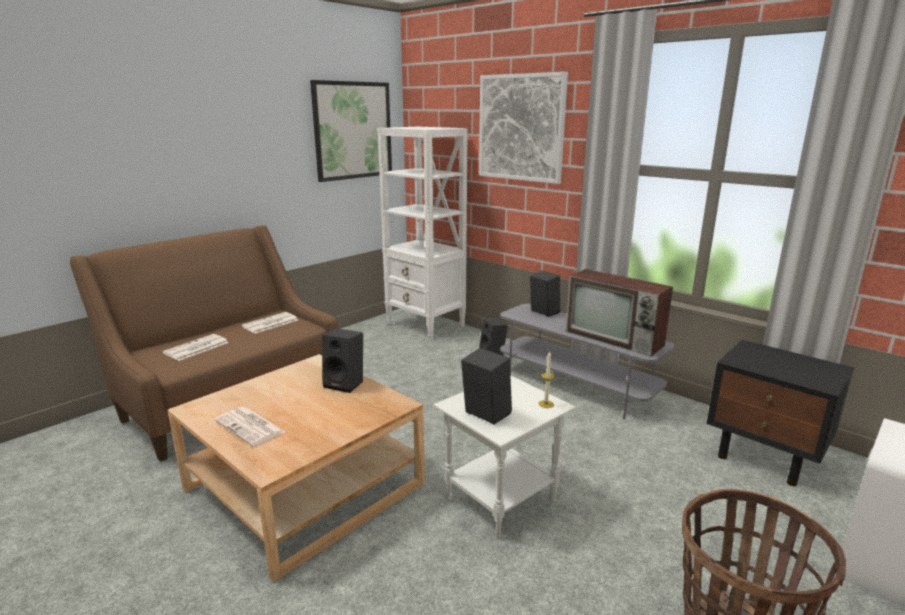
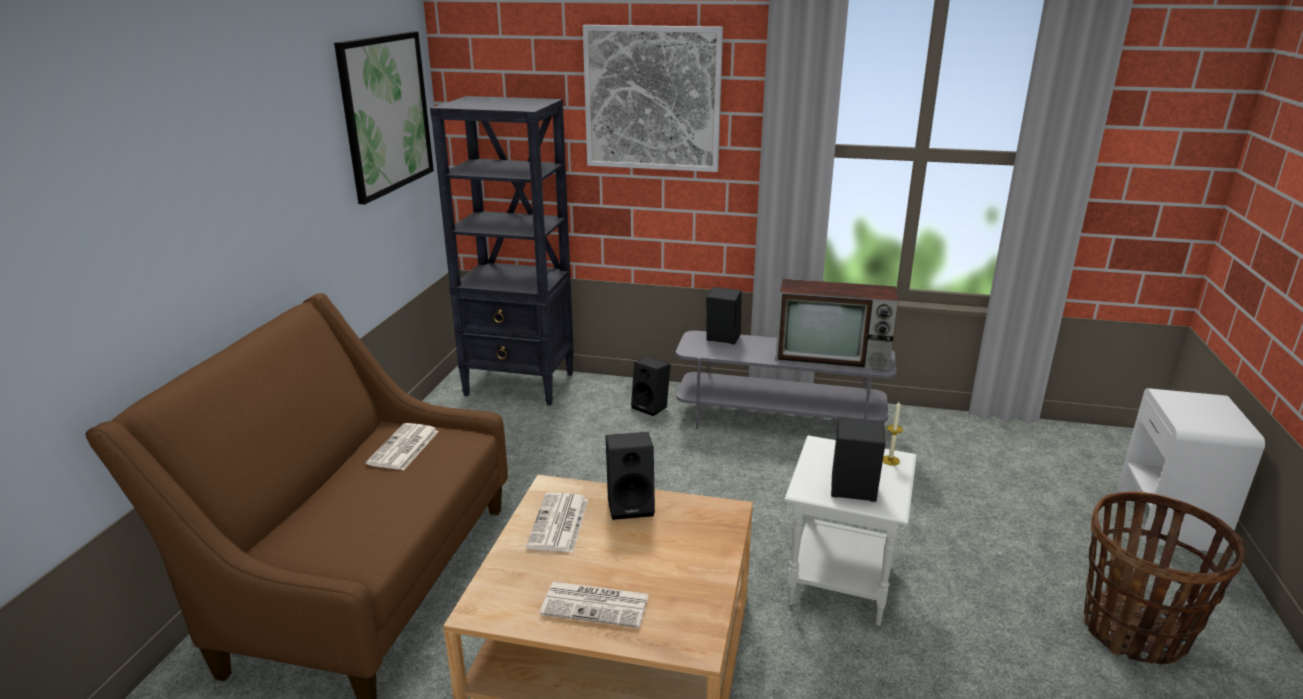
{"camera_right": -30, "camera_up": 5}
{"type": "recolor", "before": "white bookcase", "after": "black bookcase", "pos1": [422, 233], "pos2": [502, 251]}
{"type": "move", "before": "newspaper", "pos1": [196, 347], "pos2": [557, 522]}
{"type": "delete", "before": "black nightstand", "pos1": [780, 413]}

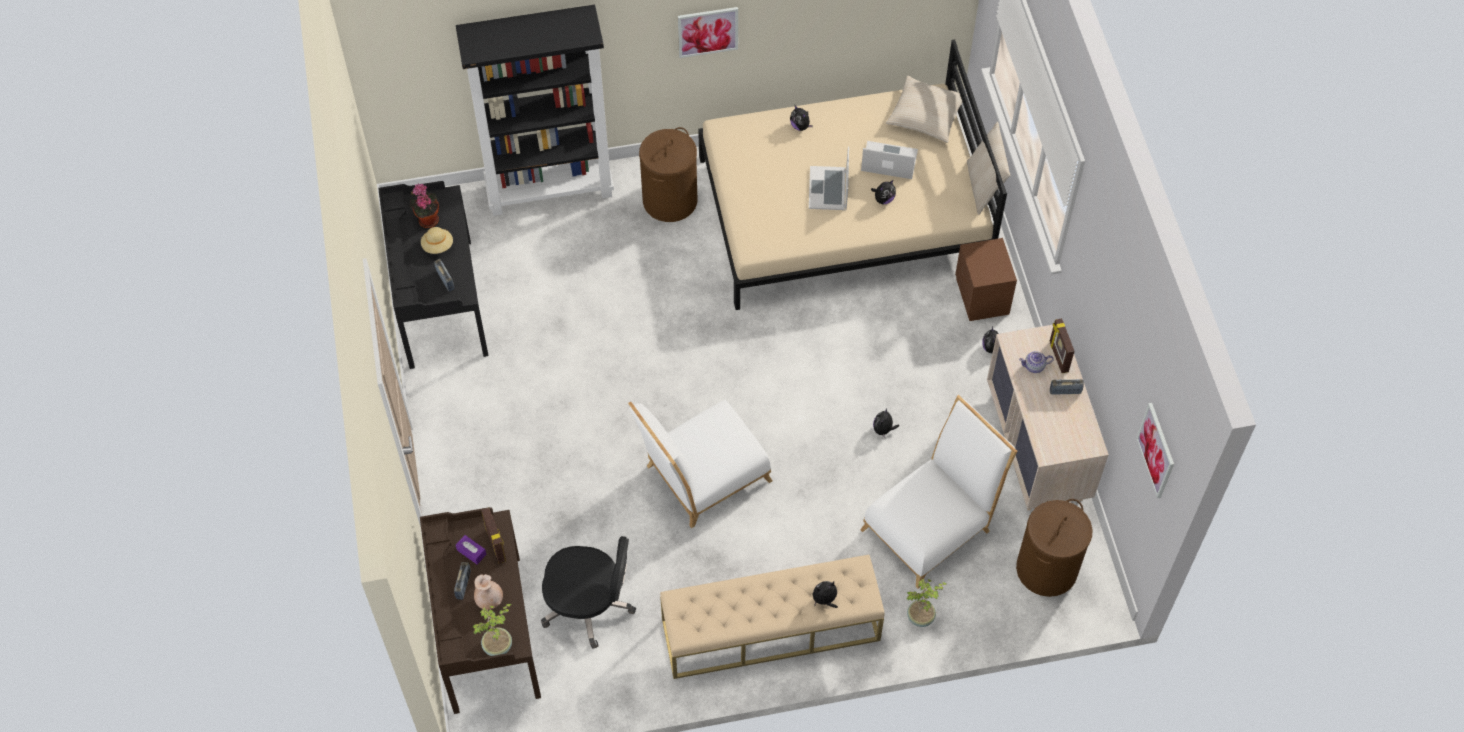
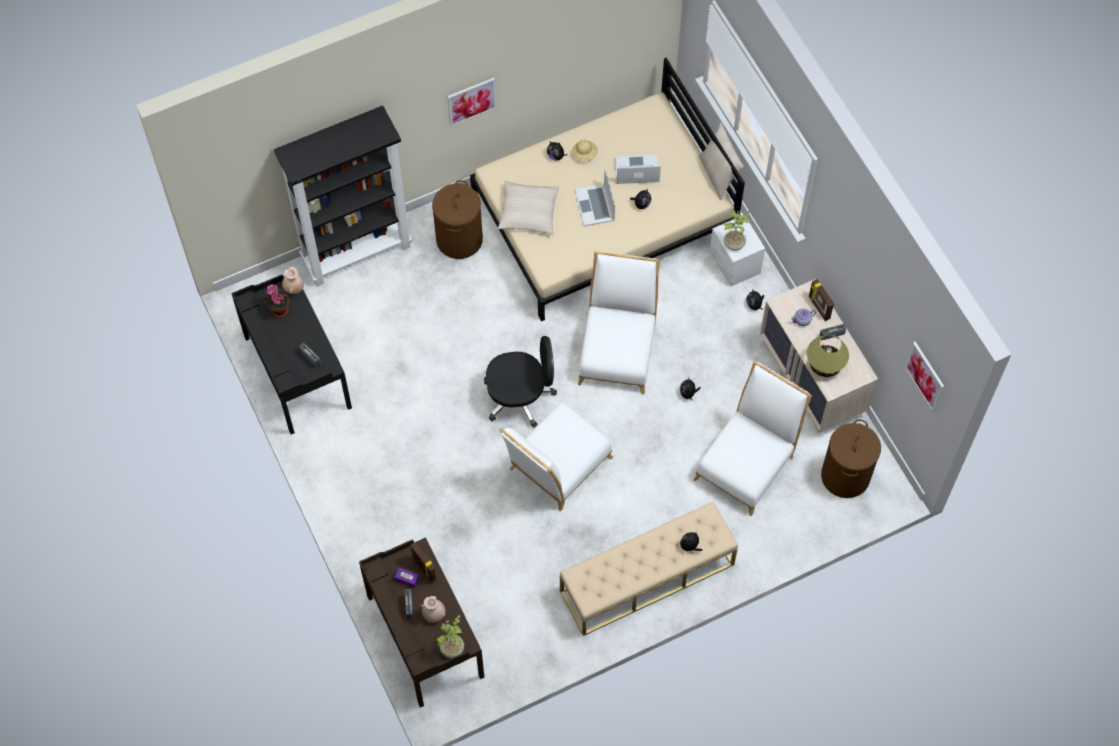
{"camera_right": -15, "camera_up": 5}
{"type": "move", "before": "beige pillow", "pos1": [926, 109], "pos2": [528, 208]}
{"type": "move", "before": "beige hat", "pos1": [437, 240], "pos2": [585, 151]}
{"type": "recolor", "before": "brown nightstand", "after": "white nightstand", "pos1": [986, 279], "pos2": [737, 251]}
{"type": "move", "before": "black office chair", "pos1": [588, 592], "pos2": [520, 382]}
{"type": "move", "before": "potted plant", "pos1": [927, 603], "pos2": [737, 230]}
{"type": "insert", "after": "white chair", "pos2": [619, 322]}
{"type": "insert", "after": "beige vase", "pos2": [293, 280]}
{"type": "insert", "after": "table lamp", "pos2": [828, 355]}

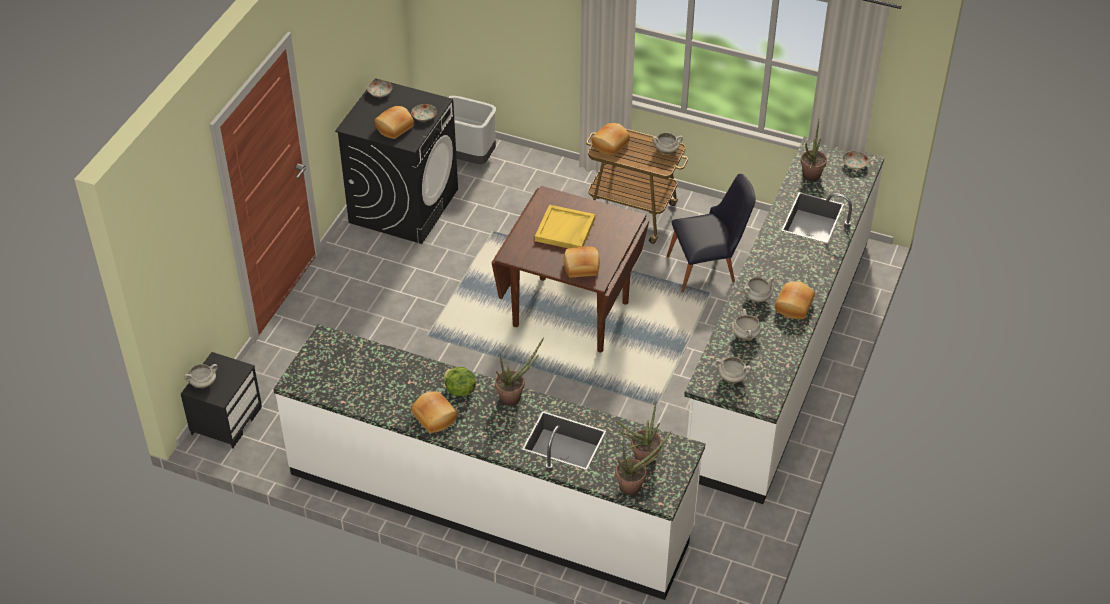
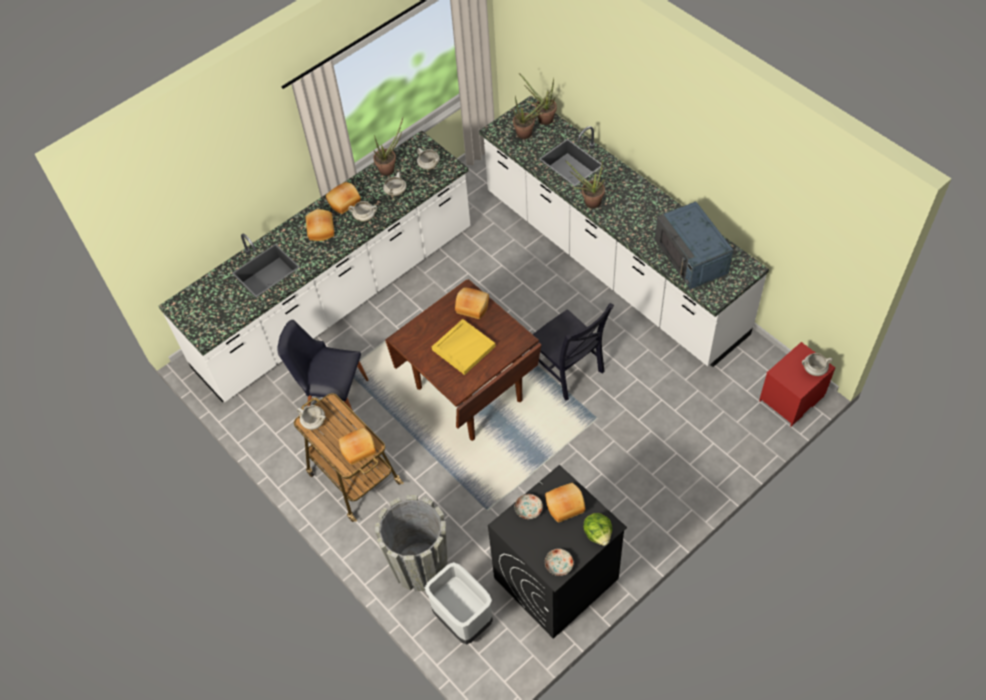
{"camera_right": -150, "camera_up": 10}
{"type": "move", "before": "potted plant", "pos1": [814, 150], "pos2": [388, 146]}
{"type": "delete", "before": "plate", "pos1": [856, 160]}
{"type": "recolor", "before": "black nightstand", "after": "red nightstand", "pos1": [221, 400], "pos2": [797, 384]}
{"type": "move", "before": "lettuce", "pos1": [460, 382], "pos2": [597, 529]}
{"type": "move", "before": "bread", "pos1": [434, 412], "pos2": [320, 225]}
{"type": "insert", "after": "blue microwave", "pos2": [694, 245]}
{"type": "insert", "after": "black chair", "pos2": [572, 351]}
{"type": "insert", "after": "grey planter", "pos2": [411, 543]}

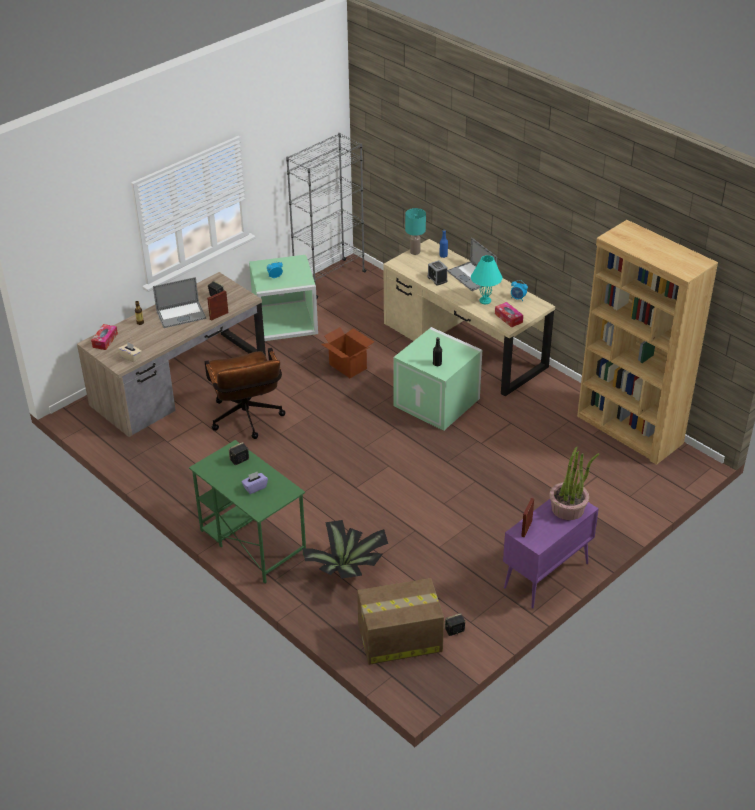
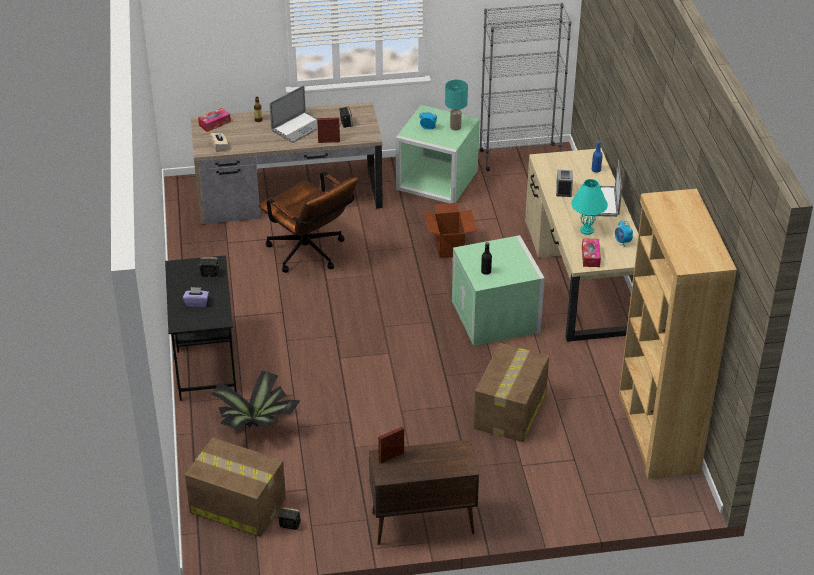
{"camera_right": 35, "camera_up": 0}
{"type": "move", "before": "turquoise table lamp", "pos1": [415, 231], "pos2": [456, 105]}
{"type": "rotate", "before": "laptop", "pos1": [179, 302], "pos2": [293, 114], "turn": -60}
{"type": "rotate", "before": "brown office chair", "pos1": [245, 393], "pos2": [308, 222], "turn": -60}
{"type": "recolor", "before": "green desk", "after": "black desk", "pos1": [247, 512], "pos2": [201, 328]}
{"type": "delete", "before": "potted plant", "pos1": [574, 483]}
{"type": "recolor", "before": "purple cabinet", "after": "brown cabinet", "pos1": [551, 554], "pos2": [424, 492]}
{"type": "insert", "after": "cardboard box", "pos2": [511, 392]}

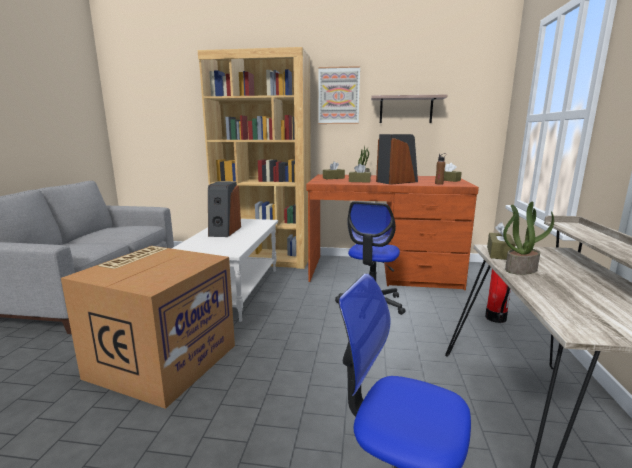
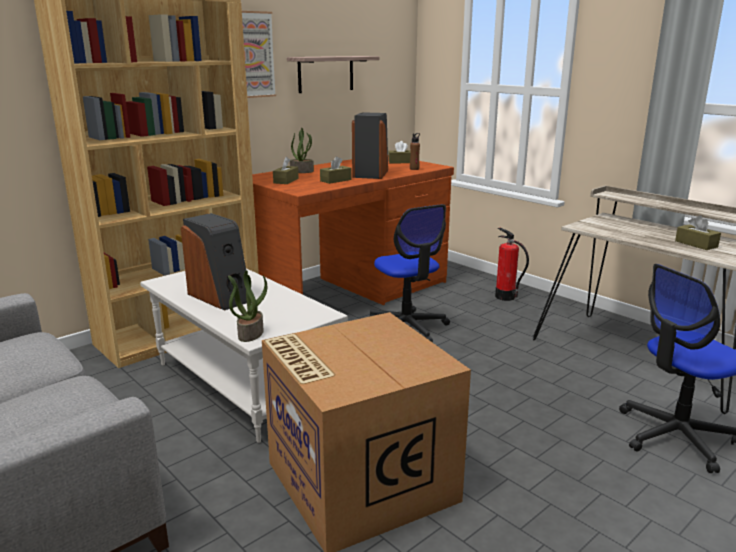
{"camera_right": -50, "camera_up": 5}
{"type": "move", "before": "potted plant", "pos1": [528, 238], "pos2": [247, 306]}
{"type": "move", "before": "brown tissue box", "pos1": [501, 241], "pos2": [698, 232]}

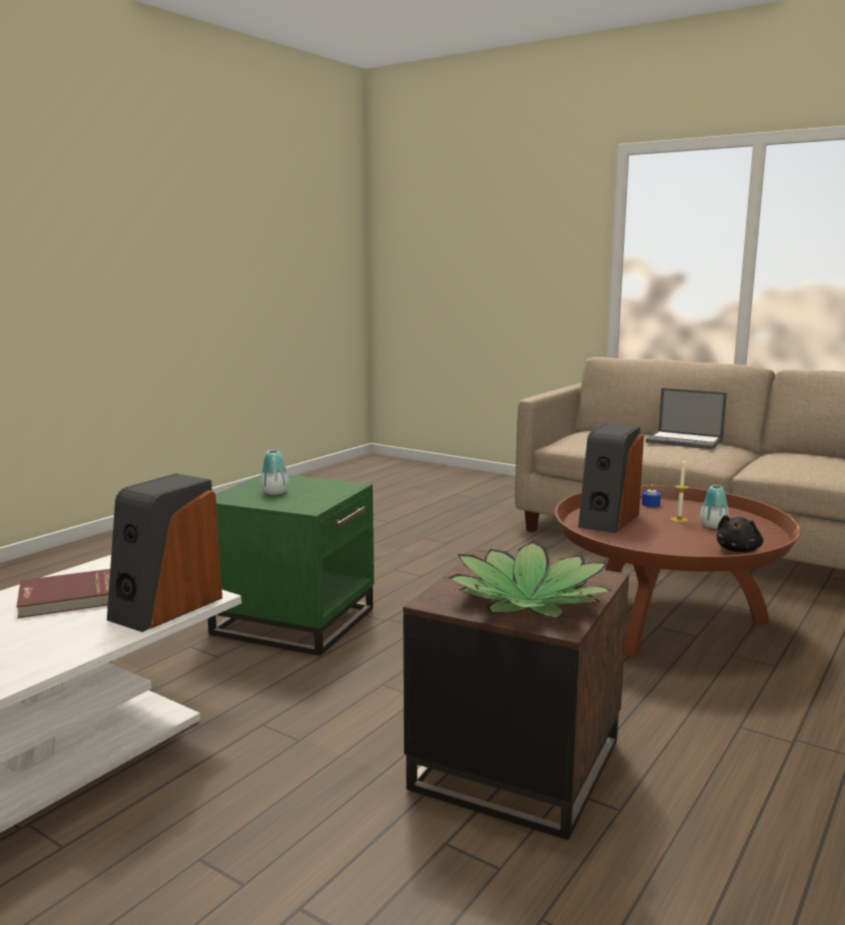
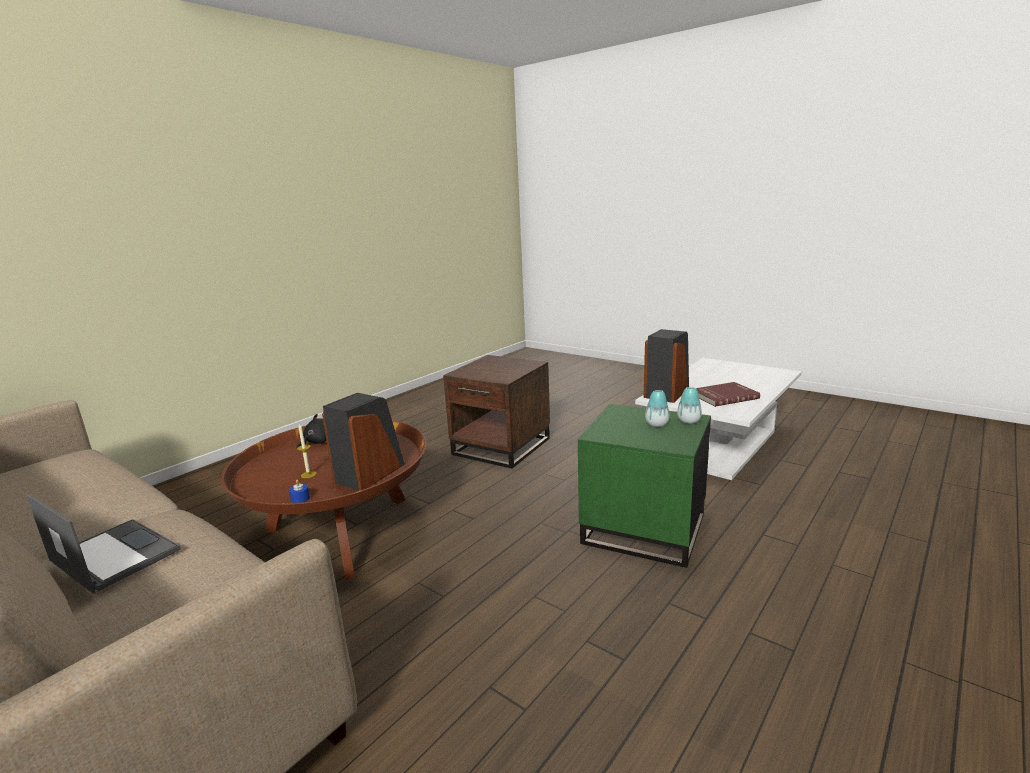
{"camera_right": -175, "camera_up": 5}
{"type": "move", "before": "vase", "pos1": [714, 507], "pos2": [689, 405]}
{"type": "delete", "before": "potted plant", "pos1": [529, 579]}

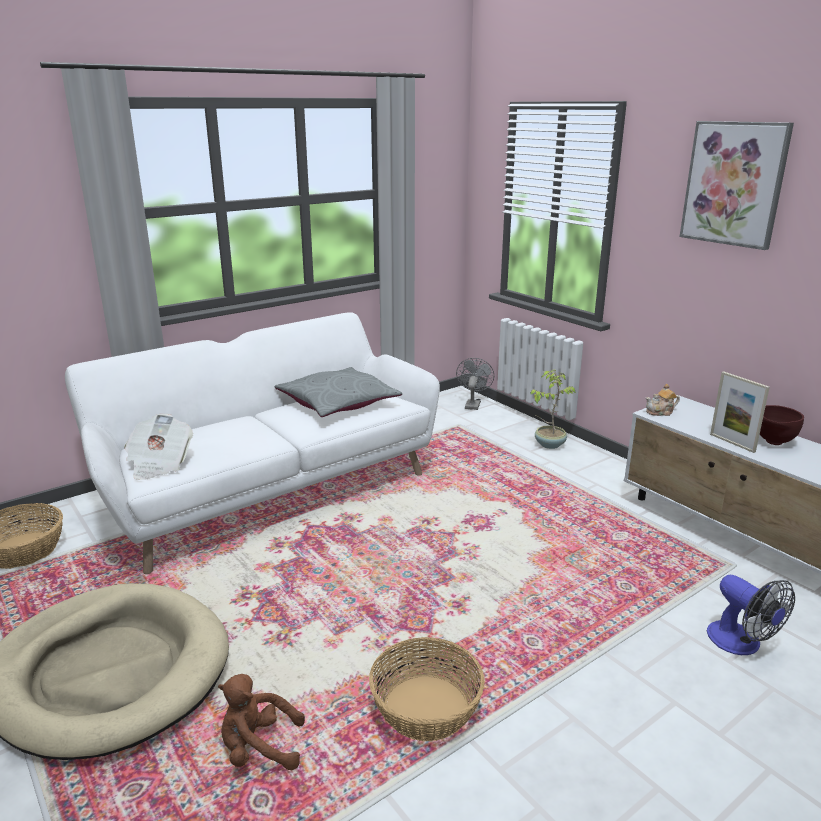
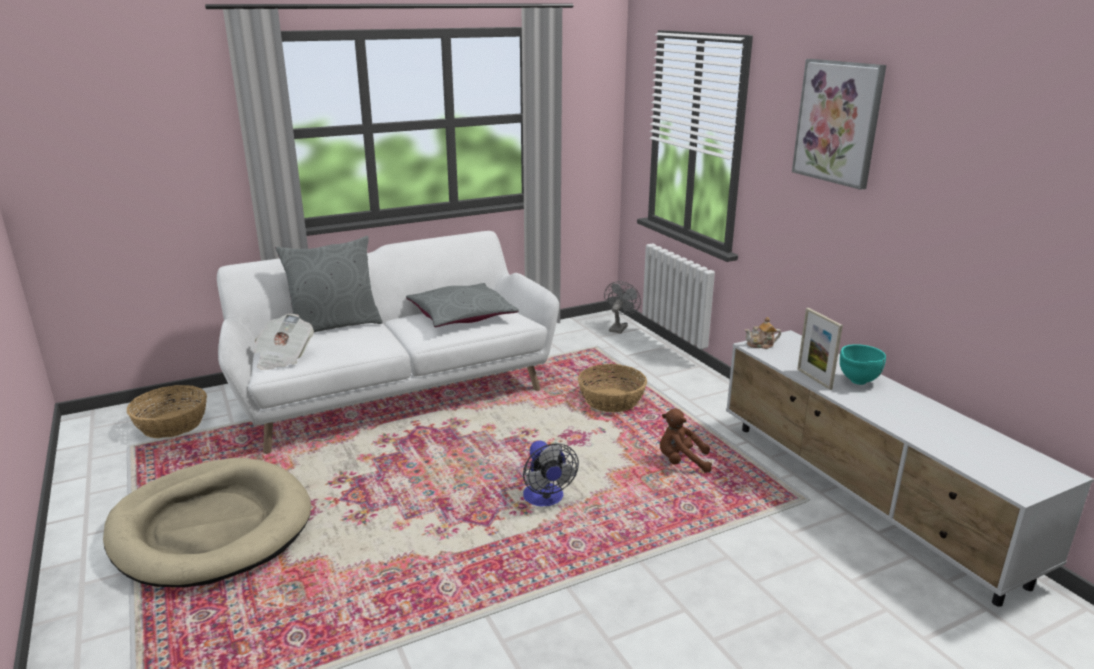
{"camera_right": 10, "camera_up": 0}
{"type": "delete", "before": "potted plant", "pos1": [553, 409]}
{"type": "recolor", "before": "brown bowl", "after": "turquoise bowl", "pos1": [782, 425], "pos2": [863, 364]}
{"type": "move", "before": "fan", "pos1": [751, 615], "pos2": [551, 473]}
{"type": "move", "before": "basket", "pos1": [427, 689], "pos2": [612, 388]}
{"type": "move", "before": "brown plush toy", "pos1": [261, 722], "pos2": [686, 440]}
{"type": "insert", "after": "grey pillow", "pos2": [328, 284]}

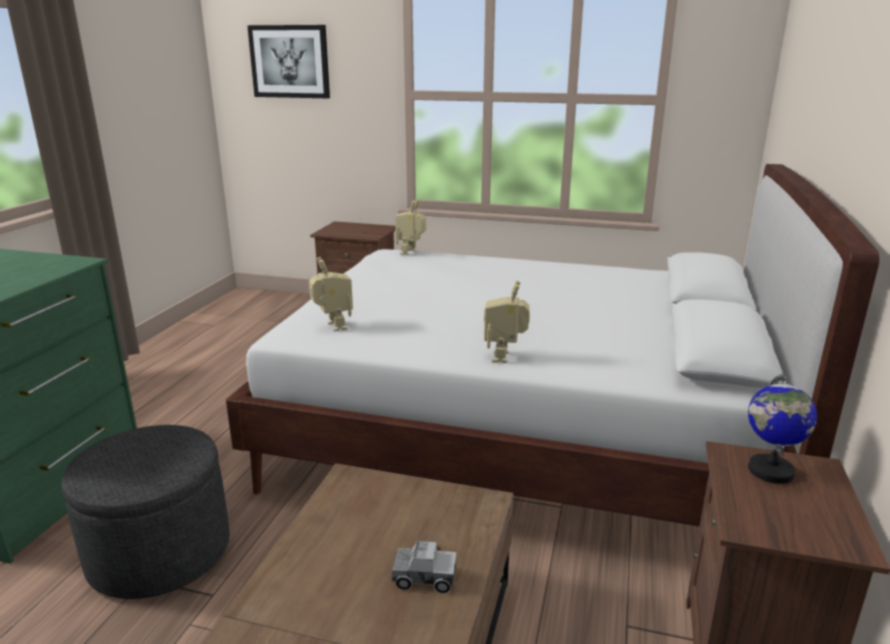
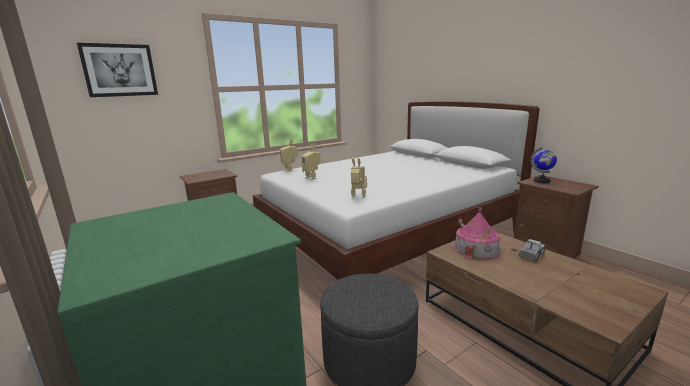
{"camera_right": -50, "camera_up": -5}
{"type": "move", "before": "toy robot", "pos1": [507, 322], "pos2": [311, 162]}
{"type": "insert", "after": "toy house", "pos2": [477, 233]}

